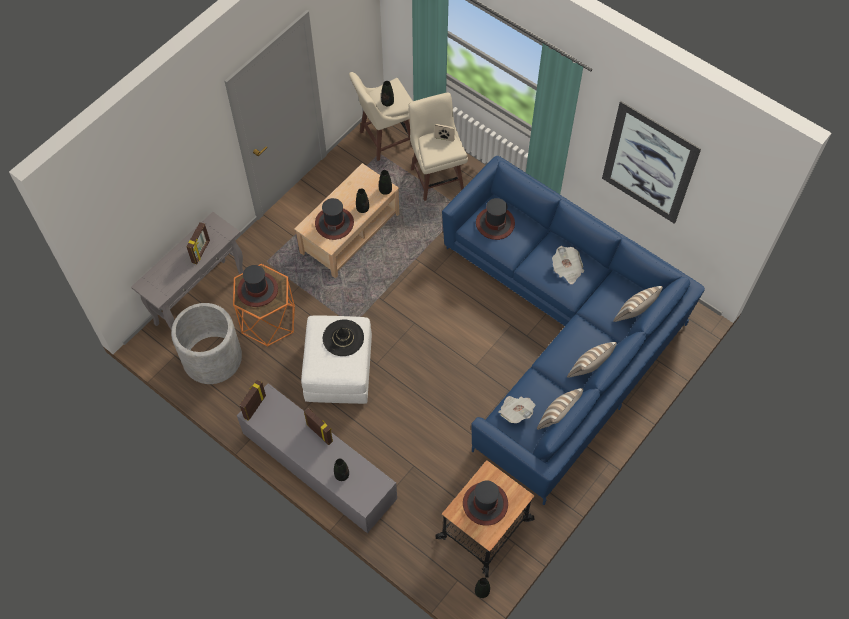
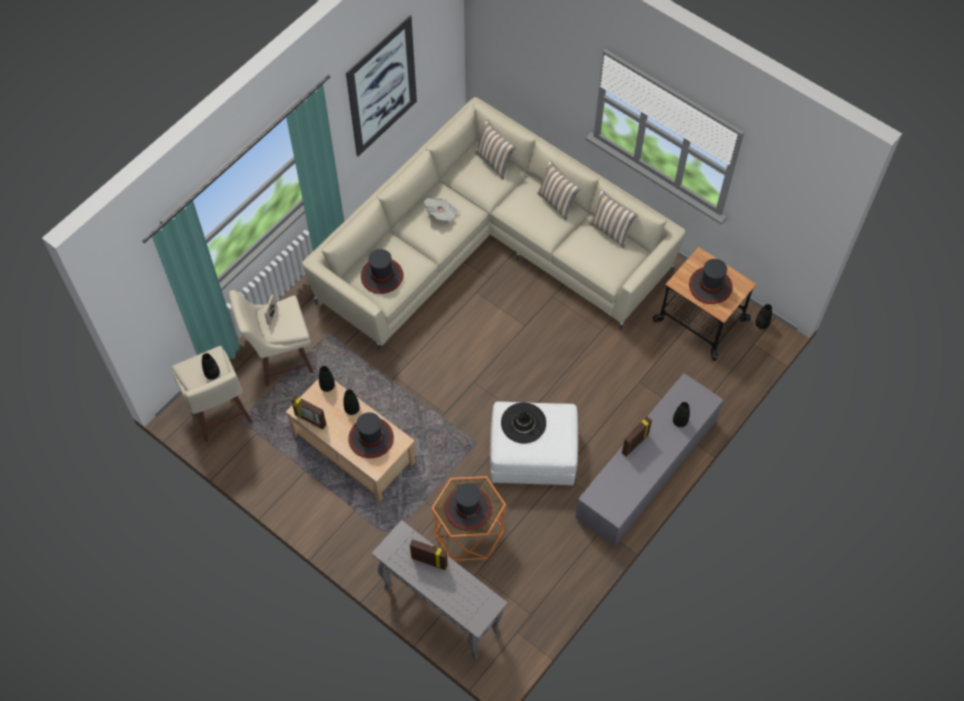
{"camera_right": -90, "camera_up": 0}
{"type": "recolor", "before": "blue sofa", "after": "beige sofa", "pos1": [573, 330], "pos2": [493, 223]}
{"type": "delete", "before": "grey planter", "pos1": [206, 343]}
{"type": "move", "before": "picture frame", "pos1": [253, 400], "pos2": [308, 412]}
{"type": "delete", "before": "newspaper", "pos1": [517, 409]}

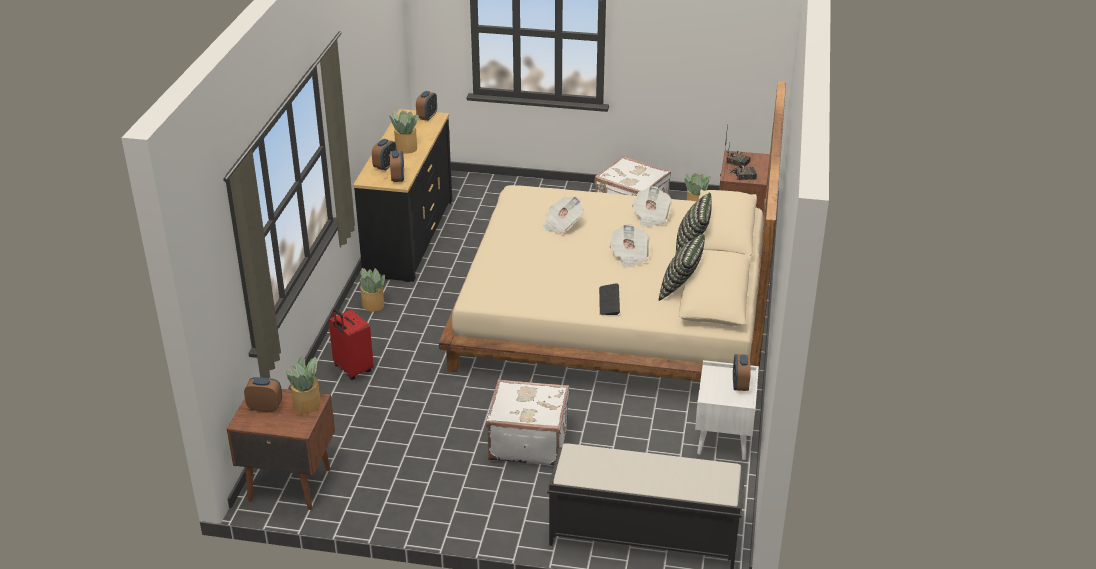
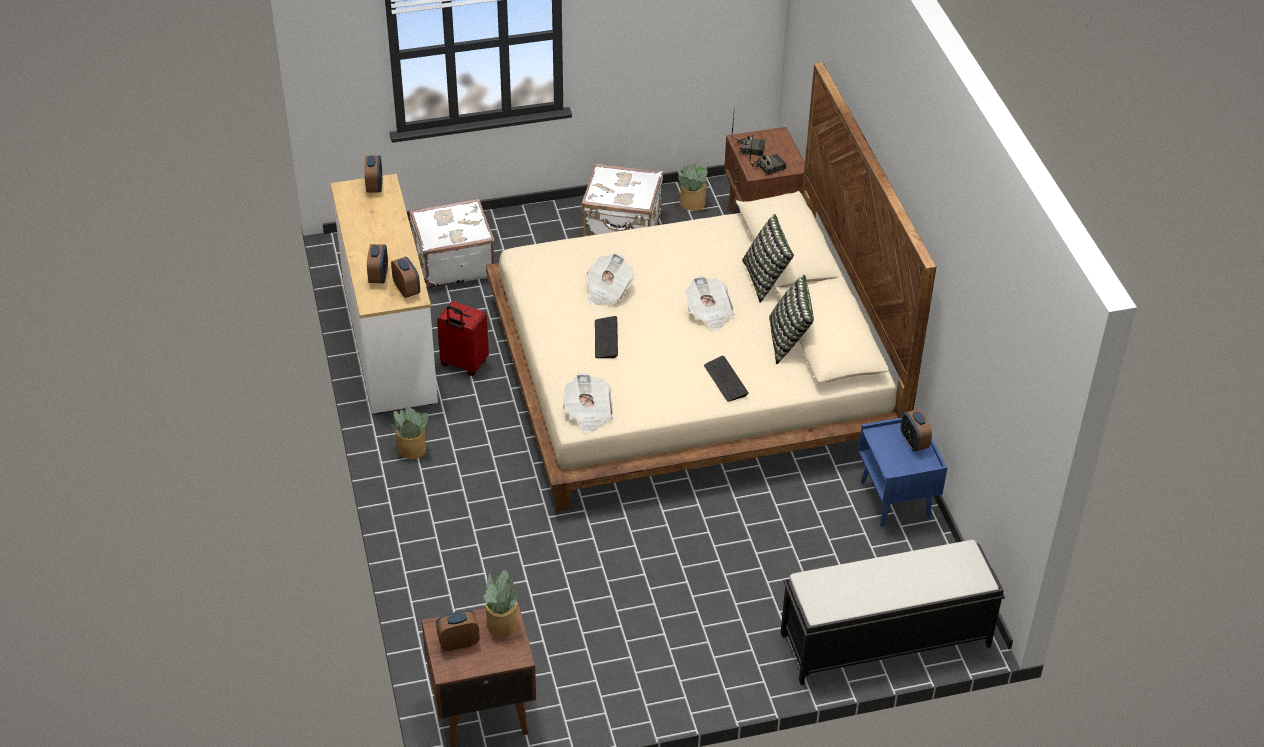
{"camera_right": -25, "camera_up": 10}
{"type": "recolor", "before": "black dresser", "after": "white dresser", "pos1": [402, 195], "pos2": [384, 294]}
{"type": "delete", "before": "potted plant", "pos1": [404, 132]}
{"type": "move", "before": "newspaper", "pos1": [652, 206], "pos2": [588, 403]}
{"type": "move", "before": "red suitcase", "pos1": [351, 344], "pos2": [463, 338]}
{"type": "recolor", "before": "white nightstand", "after": "blue nightstand", "pos1": [727, 410], "pos2": [902, 472]}
{"type": "move", "before": "white suitcase", "pos1": [528, 422], "pos2": [451, 244]}
{"type": "insert", "after": "keyboard", "pos2": [606, 337]}

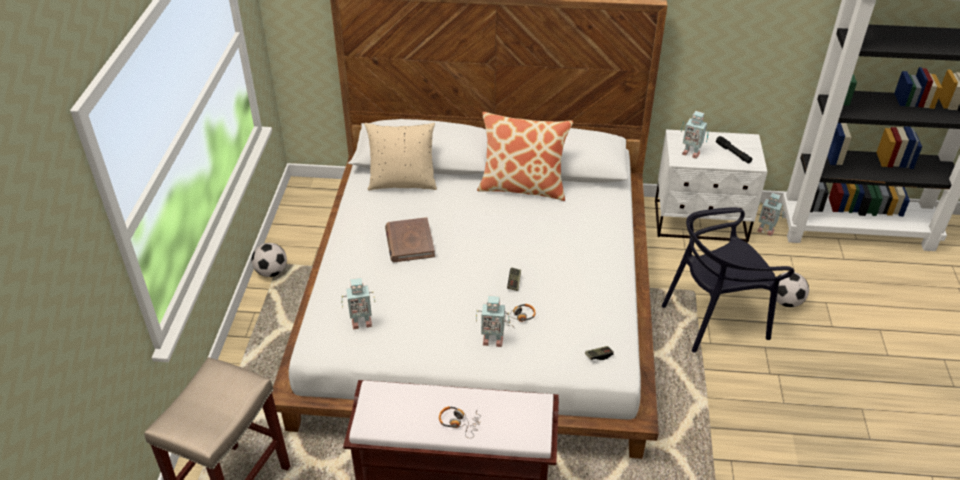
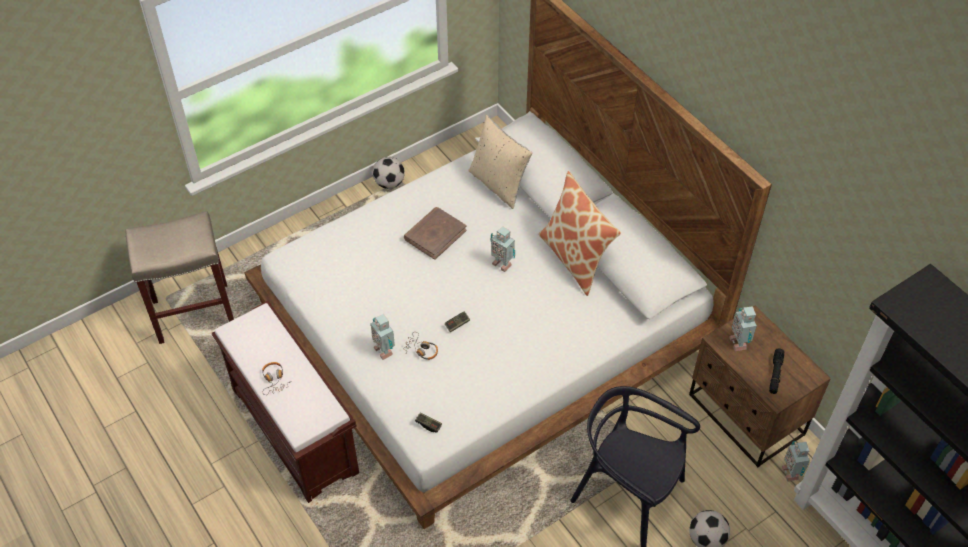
{"camera_right": 50, "camera_up": 10}
{"type": "recolor", "before": "white nightstand", "after": "brown nightstand", "pos1": [711, 186], "pos2": [760, 386]}
{"type": "move", "before": "toy robot", "pos1": [358, 303], "pos2": [503, 249]}

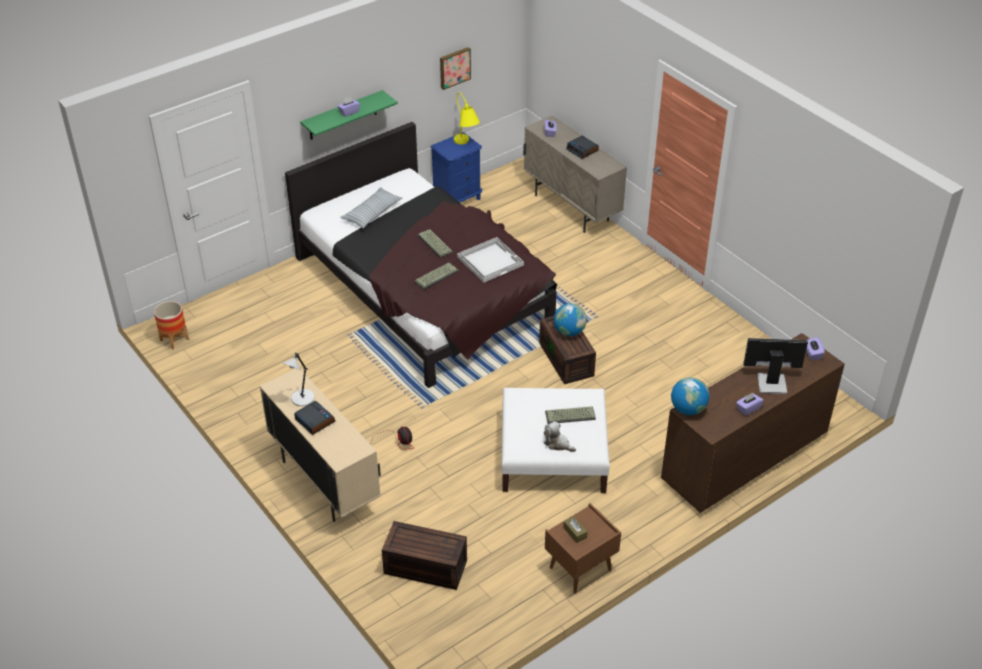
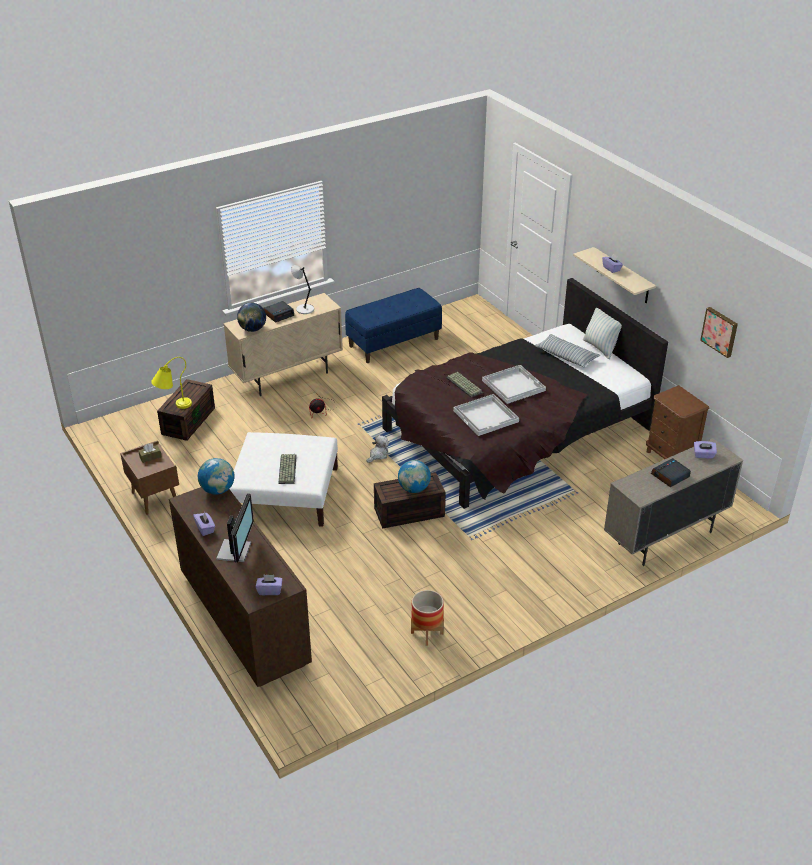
{"camera_right": 95, "camera_up": -5}
{"type": "recolor", "before": "green shelf", "after": "beige shelf", "pos1": [349, 115], "pos2": [614, 275]}
{"type": "move", "before": "yellow table lamp", "pos1": [467, 118], "pos2": [171, 383]}
{"type": "recolor", "before": "blue nightstand", "after": "brown nightstand", "pos1": [456, 167], "pos2": [678, 422]}
{"type": "replace", "before": "keyboard", "after": "white tray", "pos1": [435, 243], "pos2": [514, 384]}
{"type": "move", "before": "planter", "pos1": [171, 325], "pos2": [427, 618]}
{"type": "move", "before": "plush toy", "pos1": [560, 436], "pos2": [377, 449]}
{"type": "insert", "after": "blue bench", "pos2": [393, 325]}
{"type": "insert", "after": "globe", "pos2": [251, 317]}
{"type": "insert", "after": "pillow", "pos2": [602, 333]}

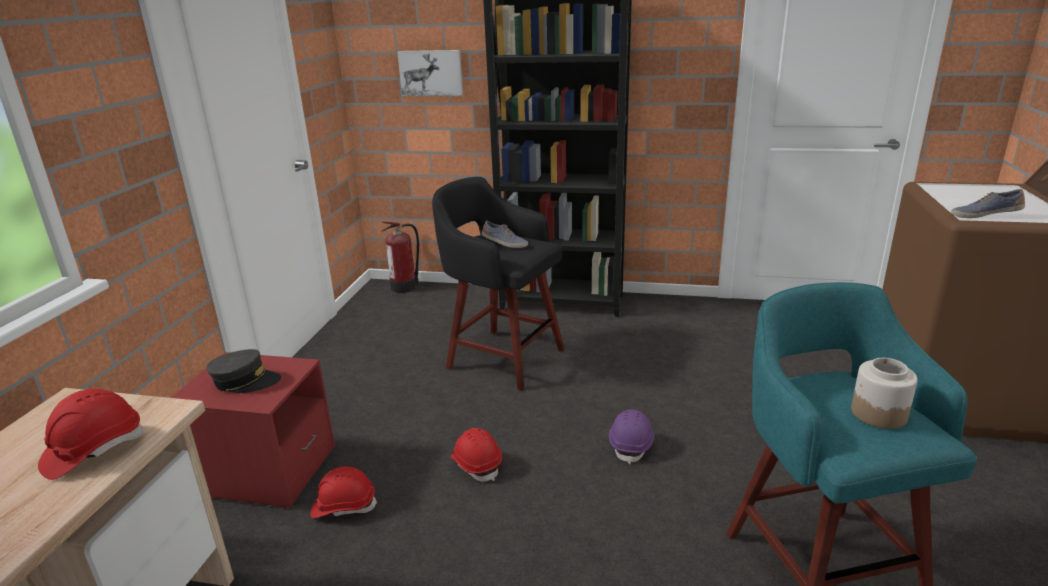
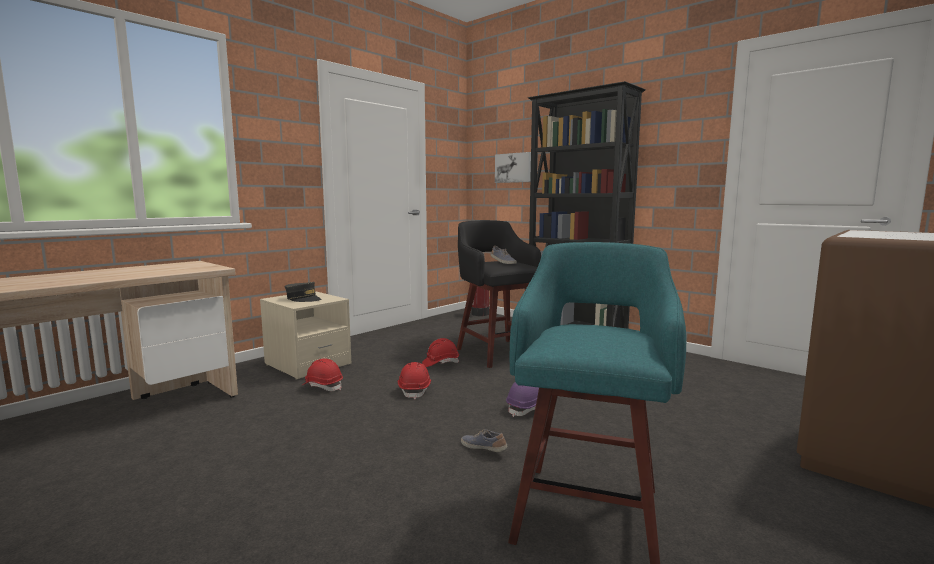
{"camera_right": 30, "camera_up": -15}
{"type": "move", "before": "shoe", "pos1": [988, 203], "pos2": [484, 441]}
{"type": "recolor", "before": "red nightstand", "after": "beige nightstand", "pos1": [253, 430], "pos2": [305, 335]}
{"type": "delete", "before": "jar", "pos1": [884, 393]}
{"type": "move", "before": "red hard hat", "pos1": [91, 434], "pos2": [440, 352]}

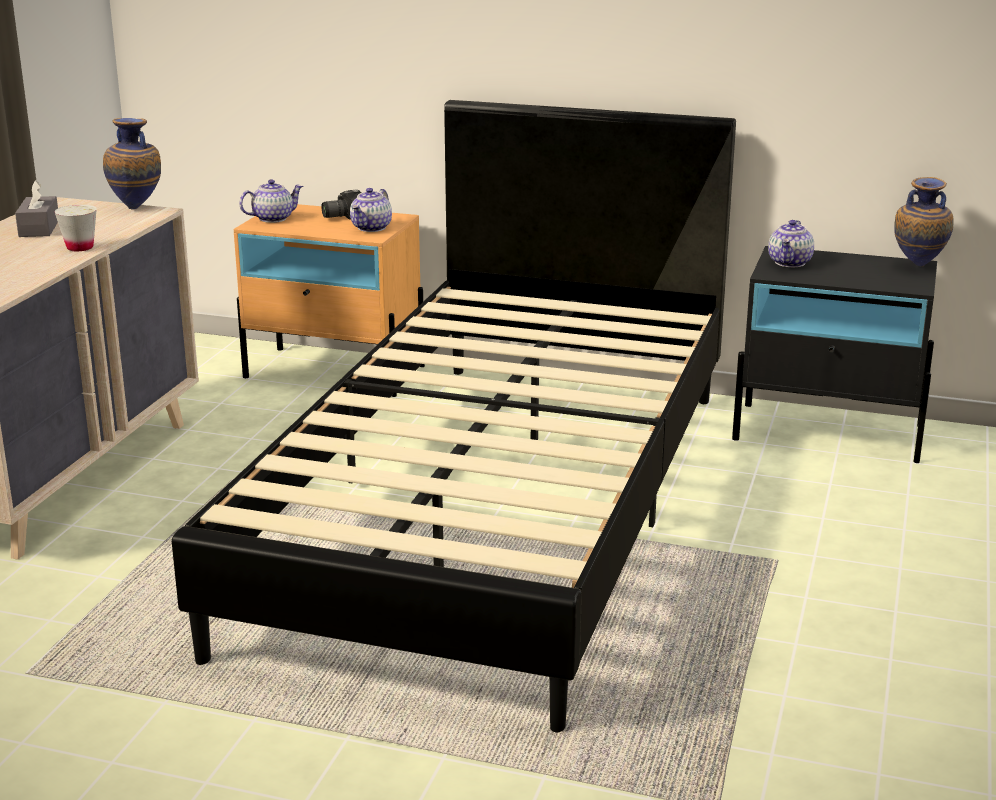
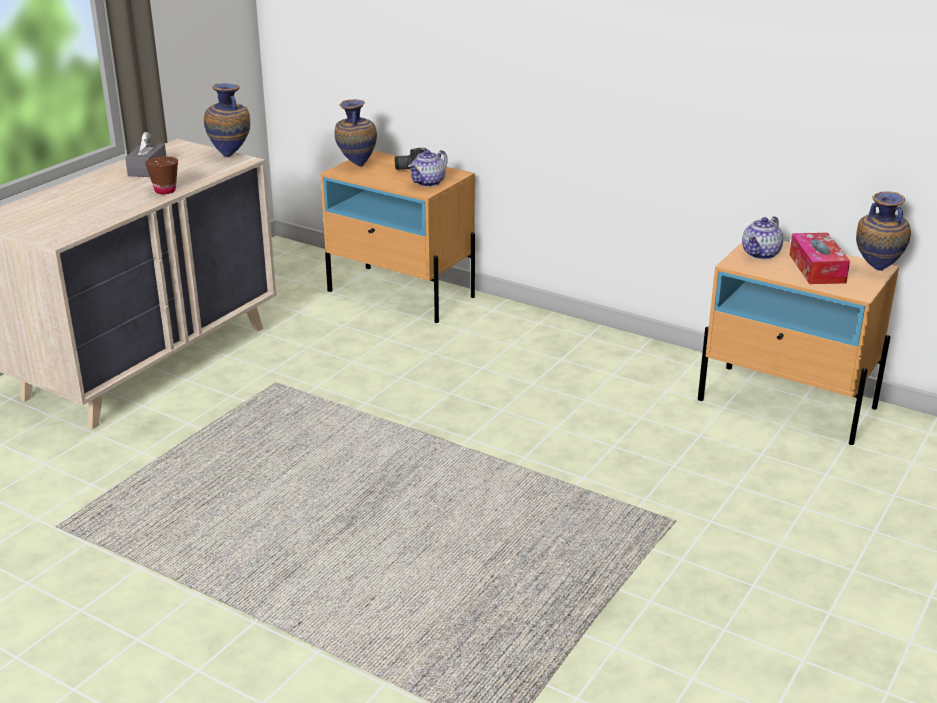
{"camera_right": 15, "camera_up": 5}
{"type": "delete", "before": "black bed", "pos1": [454, 416]}
{"type": "replace", "before": "teapot", "after": "vase", "pos1": [271, 201], "pos2": [355, 133]}
{"type": "recolor", "before": "white cup", "after": "brown cup", "pos1": [75, 228], "pos2": [161, 175]}
{"type": "recolor", "before": "black nightstand", "after": "beige nightstand", "pos1": [834, 354], "pos2": [798, 343]}
{"type": "insert", "after": "tissue box", "pos2": [819, 258]}

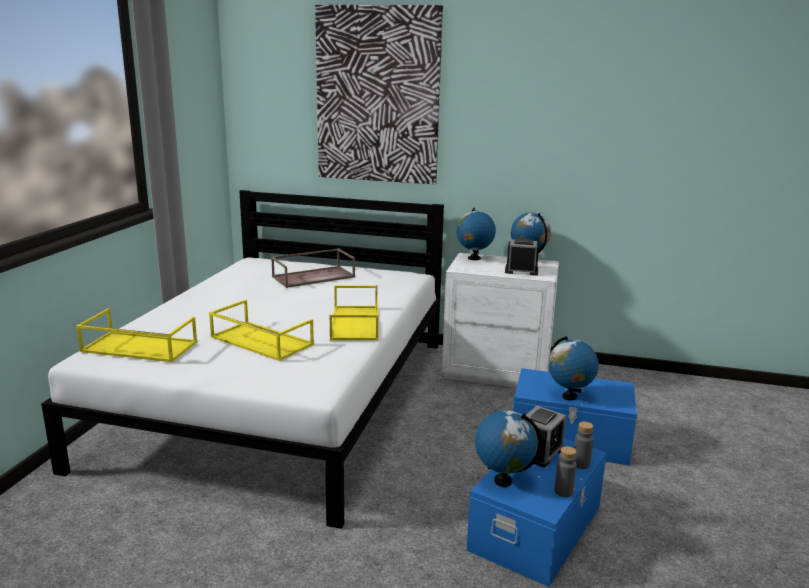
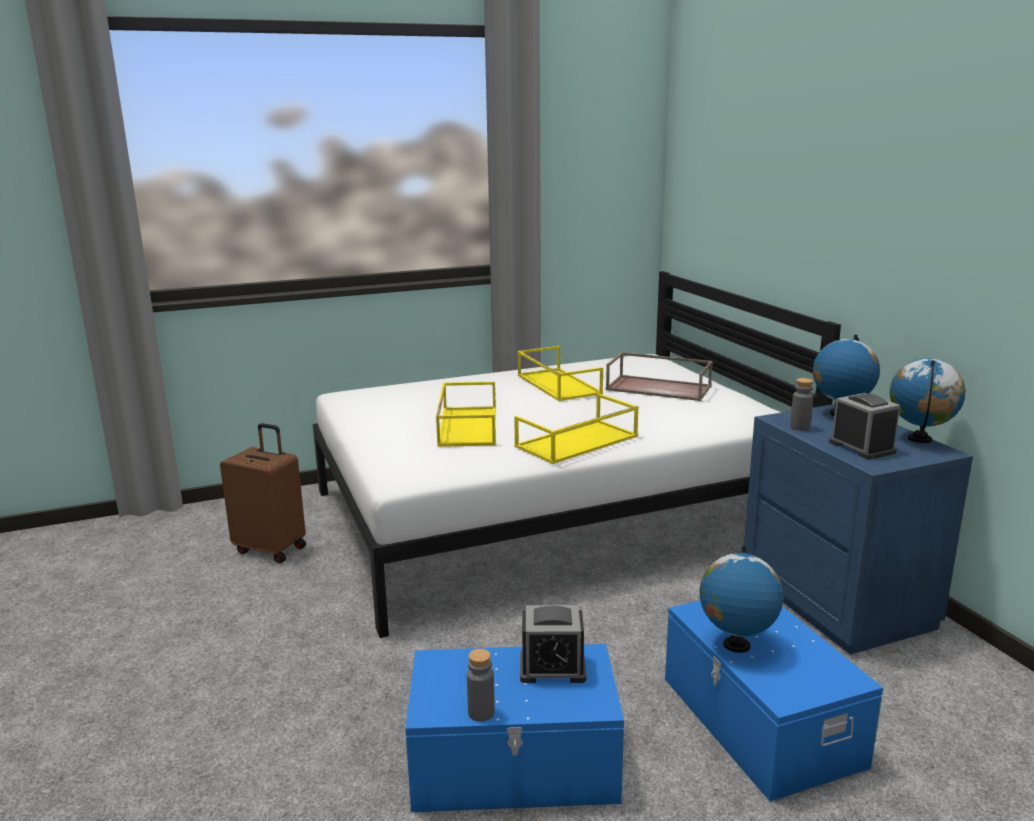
{"camera_right": 55, "camera_up": 0}
{"type": "delete", "before": "picture", "pos1": [379, 94]}
{"type": "recolor", "before": "white nightstand", "after": "blue nightstand", "pos1": [500, 320], "pos2": [858, 529]}
{"type": "move", "before": "yellow tray", "pos1": [137, 335], "pos2": [560, 373]}
{"type": "delete", "before": "globe", "pos1": [509, 448]}
{"type": "move", "before": "grey bottle", "pos1": [584, 445], "pos2": [801, 404]}
{"type": "insert", "after": "brown suitcase", "pos2": [263, 493]}

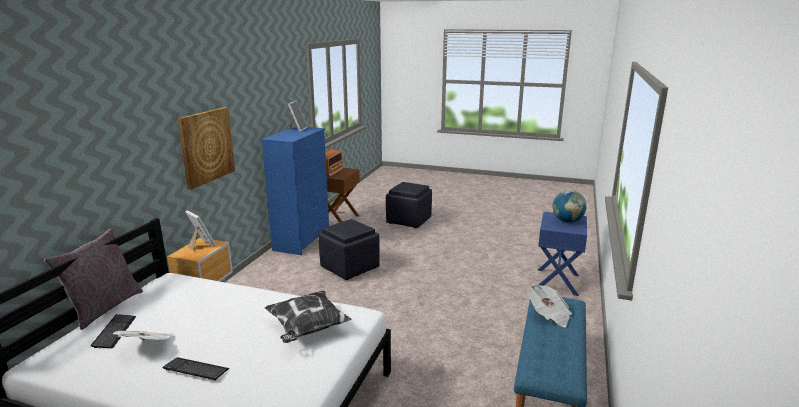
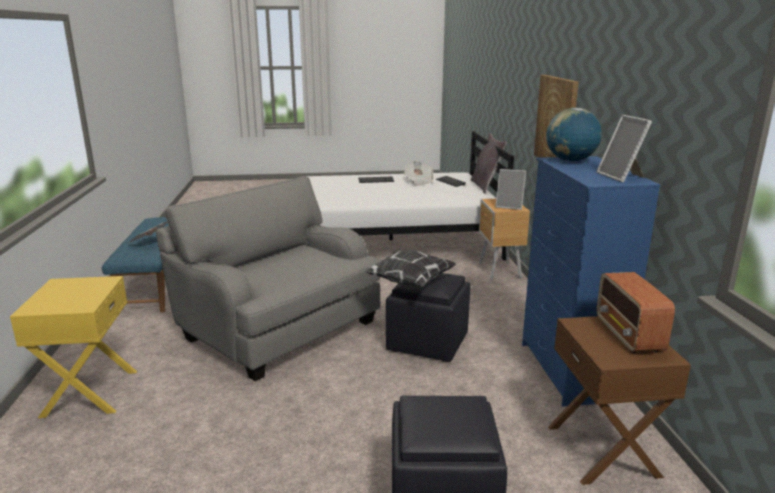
{"camera_right": 155, "camera_up": 0}
{"type": "move", "before": "globe", "pos1": [570, 206], "pos2": [574, 135]}
{"type": "recolor", "before": "blue nightstand", "after": "yellow nightstand", "pos1": [562, 254], "pos2": [73, 347]}
{"type": "move", "before": "pillow", "pos1": [308, 317], "pos2": [410, 268]}
{"type": "insert", "after": "grey armchair", "pos2": [268, 278]}

